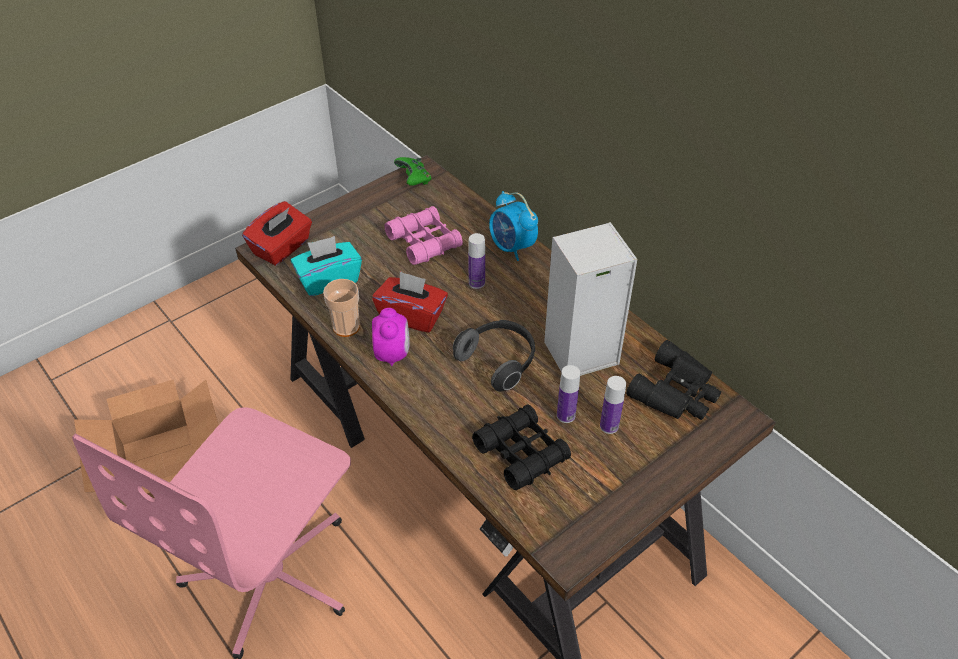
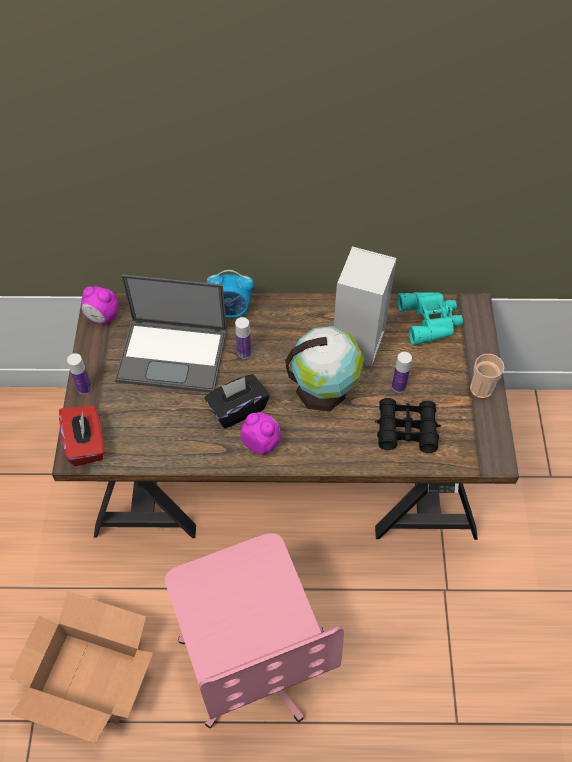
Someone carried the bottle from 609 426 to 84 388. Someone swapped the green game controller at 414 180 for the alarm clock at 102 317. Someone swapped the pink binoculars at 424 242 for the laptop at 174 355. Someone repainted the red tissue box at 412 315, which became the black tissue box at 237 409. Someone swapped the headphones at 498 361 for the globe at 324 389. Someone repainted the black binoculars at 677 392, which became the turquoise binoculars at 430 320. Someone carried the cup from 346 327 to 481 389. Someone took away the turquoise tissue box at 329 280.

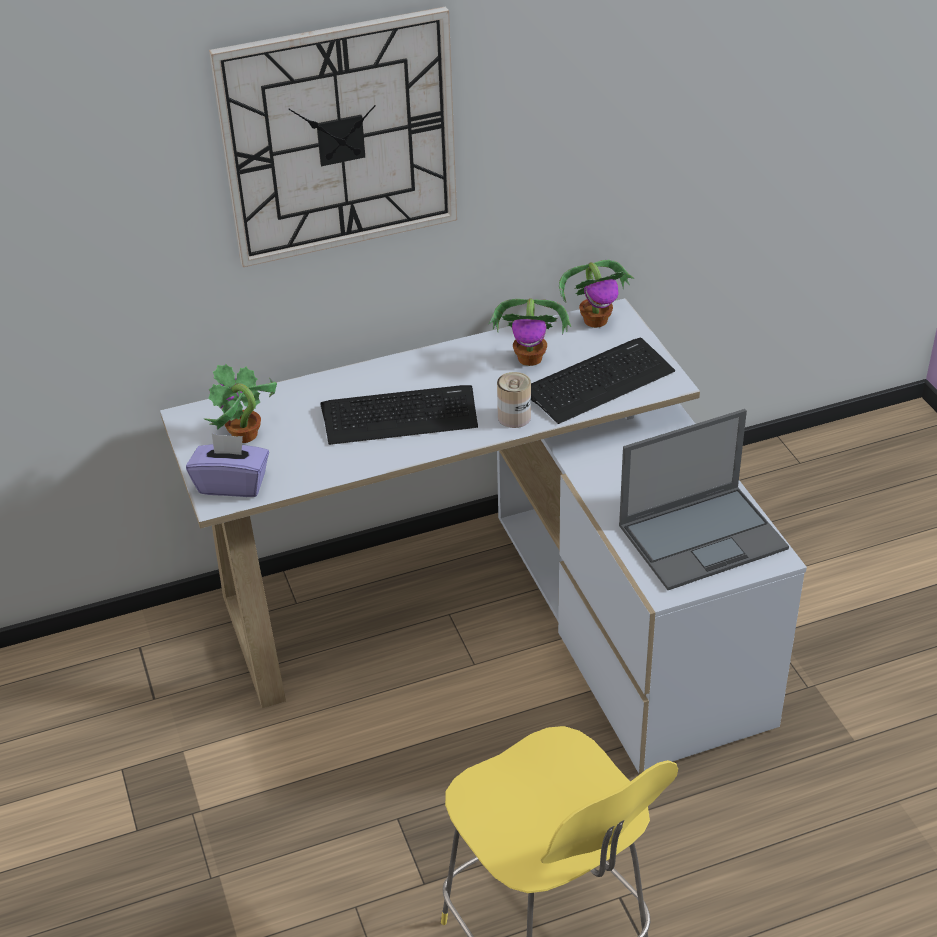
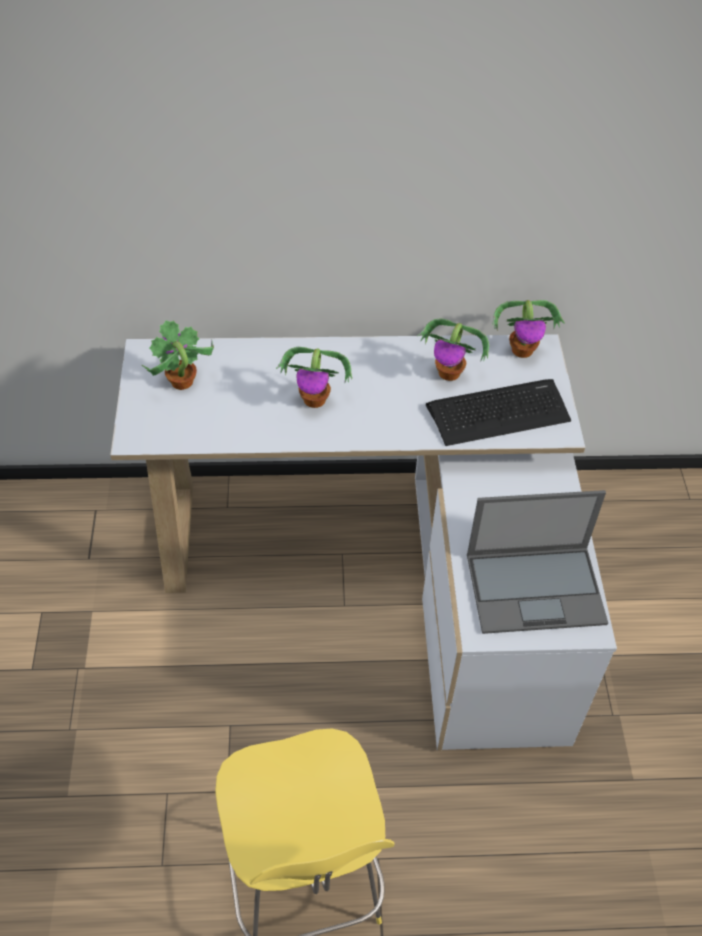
Someone swapped the keyboard at 400 416 for the potted plant at 315 399. Someone took away the purple tissue box at 232 484. Someone took away the wall clock at 339 138. Someone took away the can at 514 417.

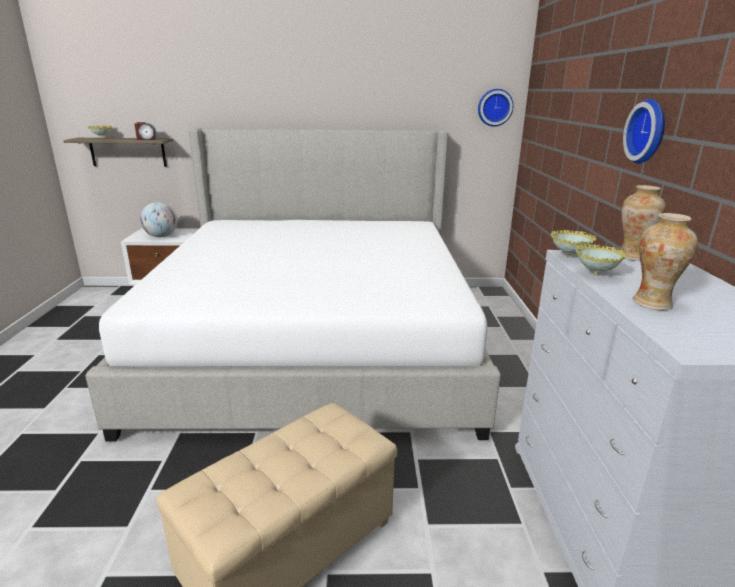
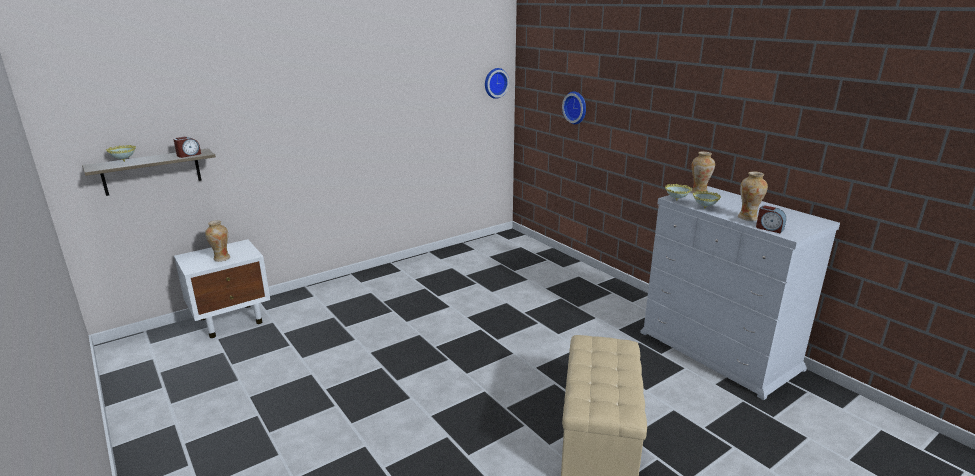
Someone swapped the globe at 161 236 for the vase at 221 258. Someone carried the wall clock from 649 131 to 576 107. Someone put down the alarm clock at 769 228. Someone took away the bed at 315 343.

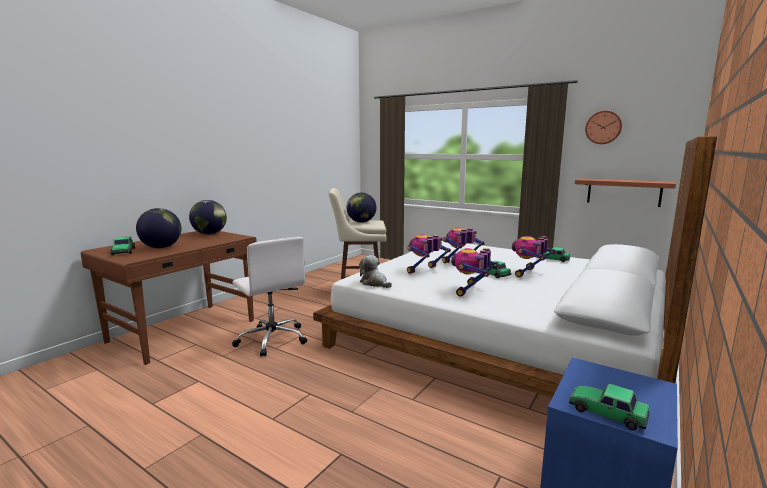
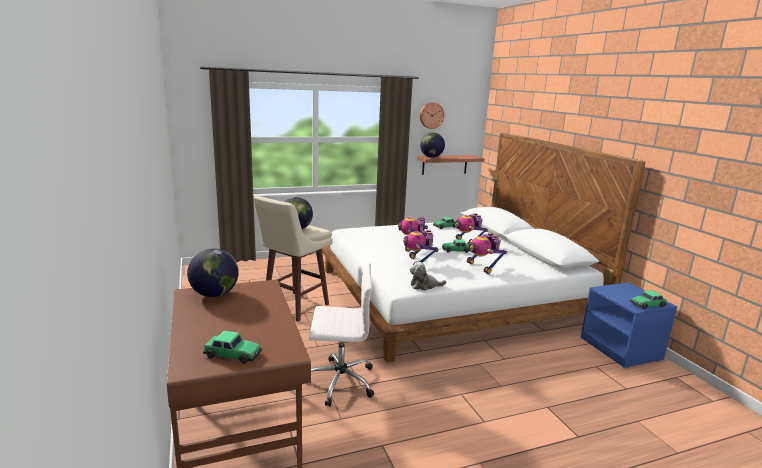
Someone carried the globe from 161 247 to 431 157.

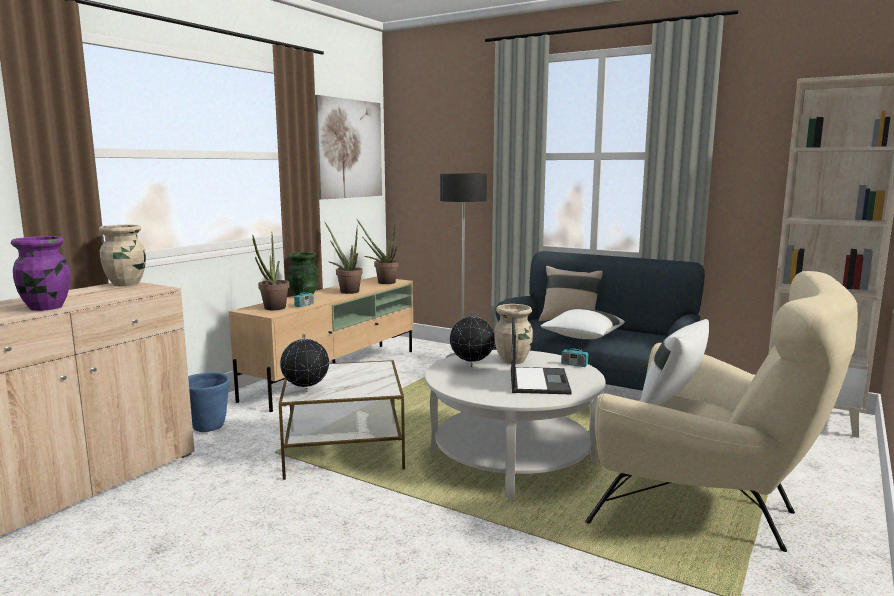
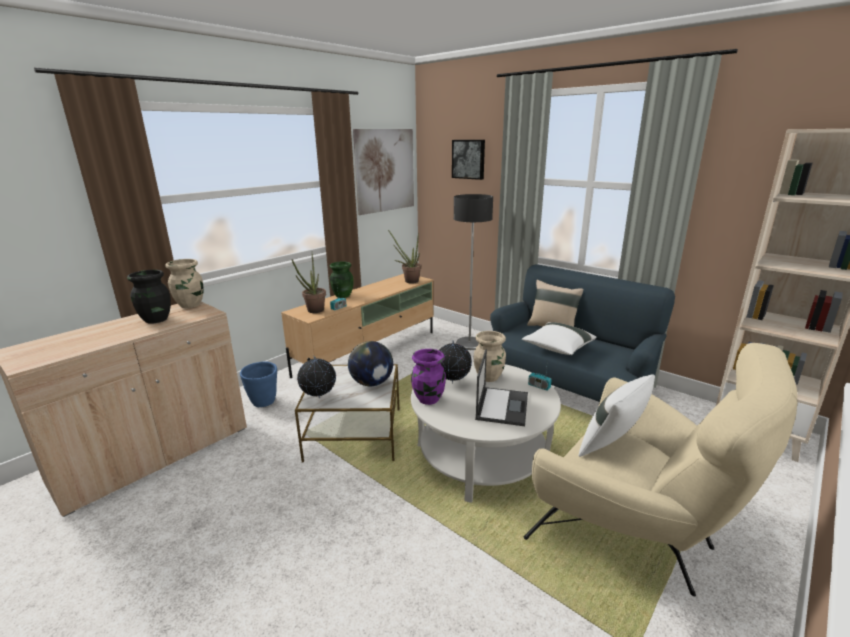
Someone put down the black vase at 155 319. Someone put down the globe at 372 383. Someone carried the purple vase from 46 307 to 428 399. Someone put up the picture at 469 159. Someone took away the potted plant at 346 291.

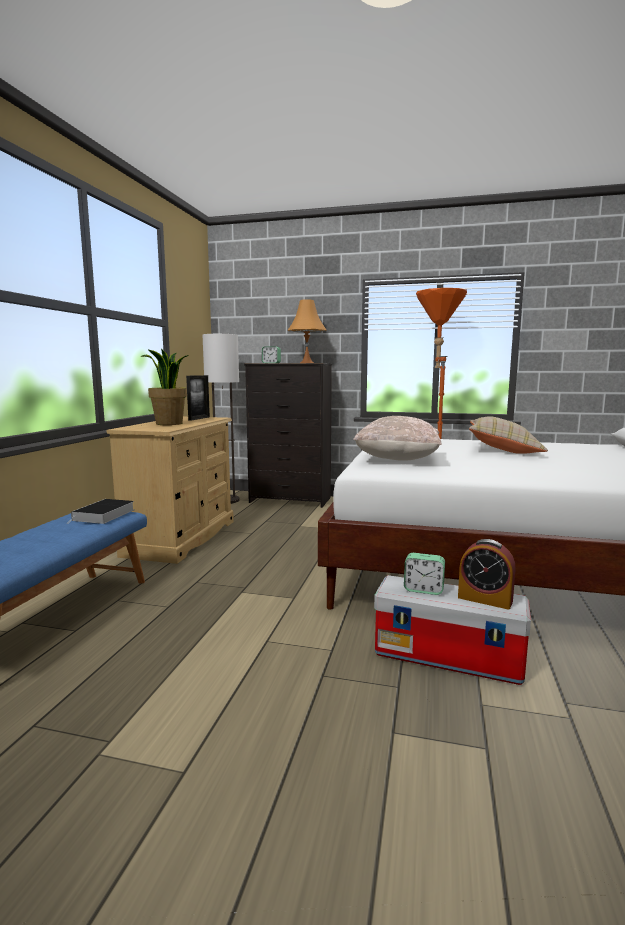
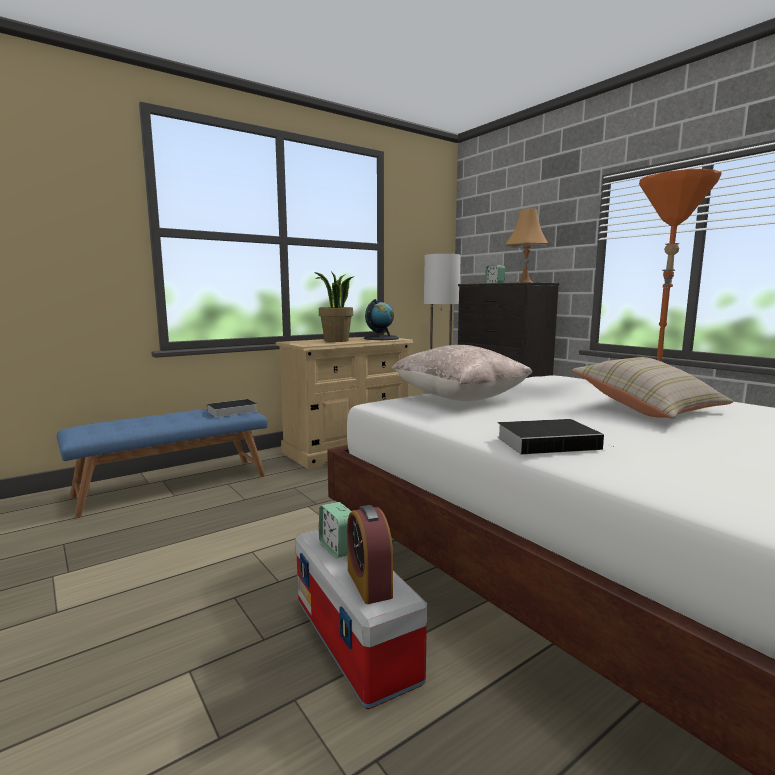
Someone swapped the picture frame at 199 418 for the globe at 381 338. Someone put down the book at 549 442.

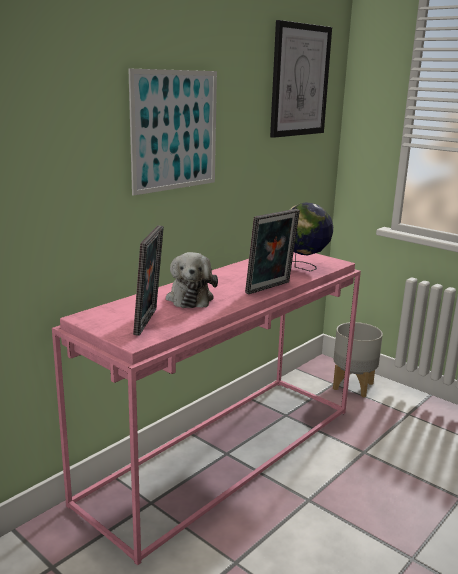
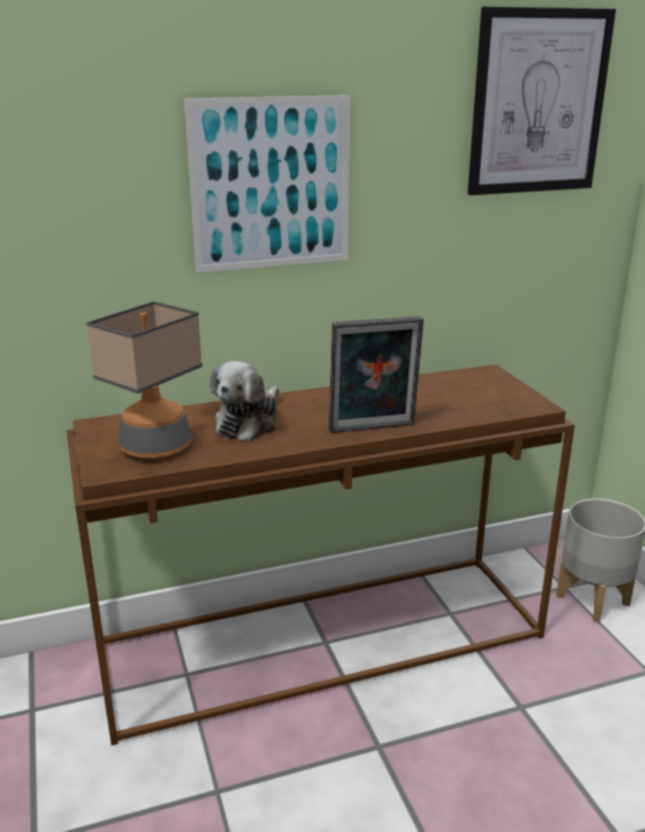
Someone repainted the pink console table at 223 451, which became the brown console table at 324 638. Someone swapped the picture frame at 149 322 for the table lamp at 156 447. Someone took away the globe at 303 267.

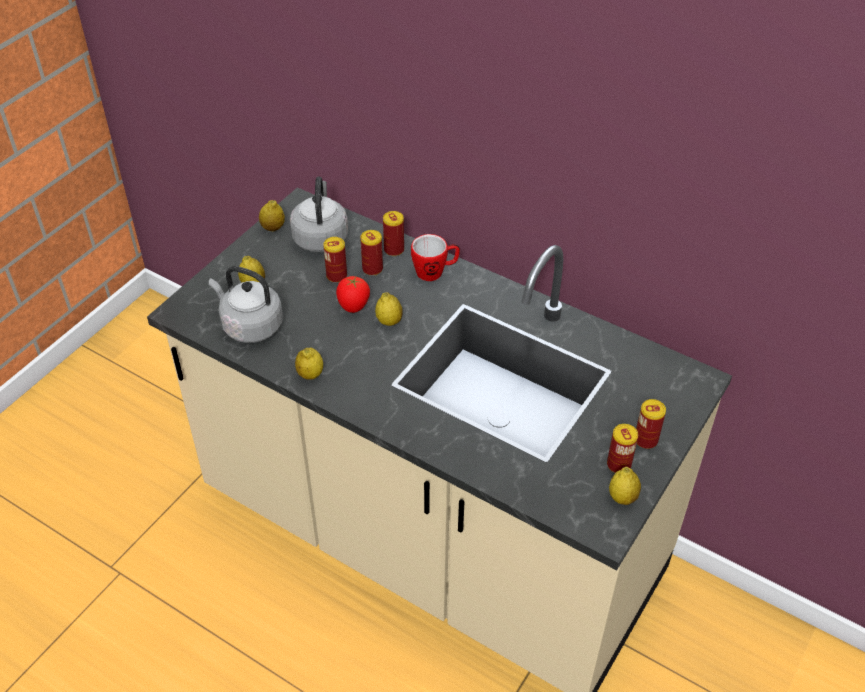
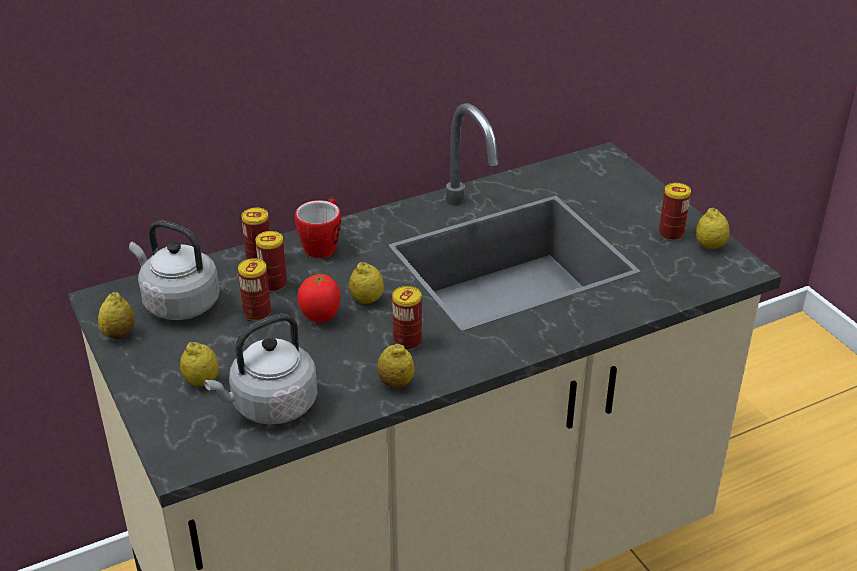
Someone carried the can from 646 440 to 407 341.

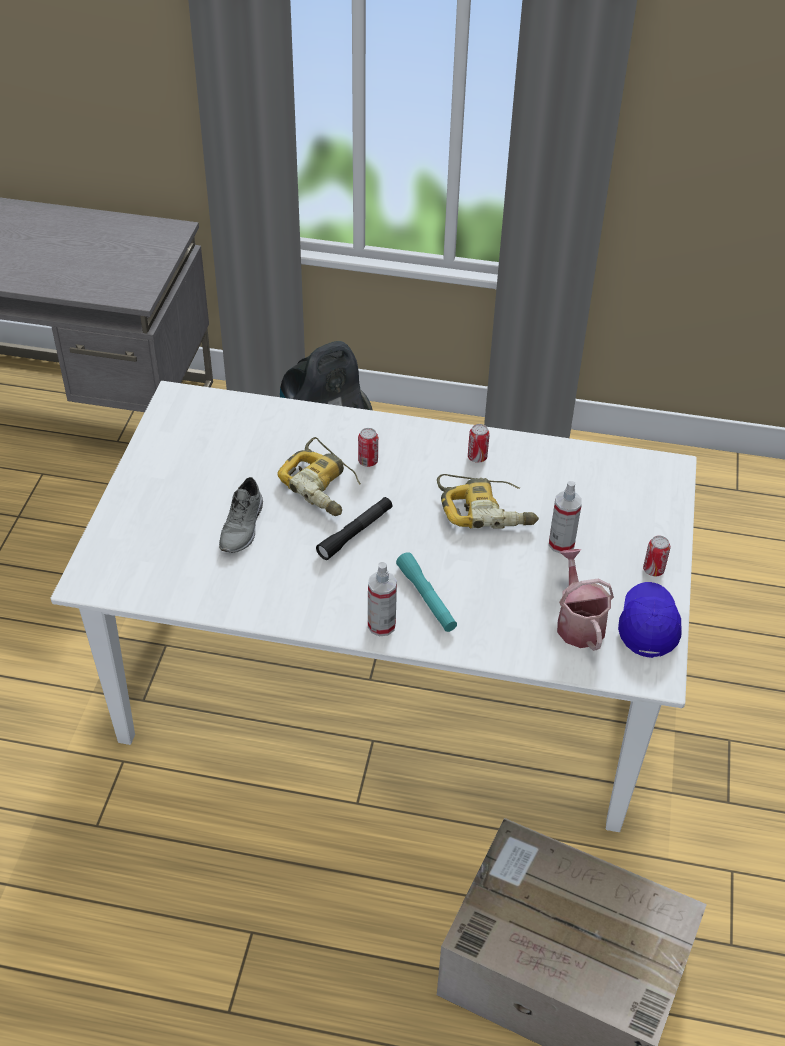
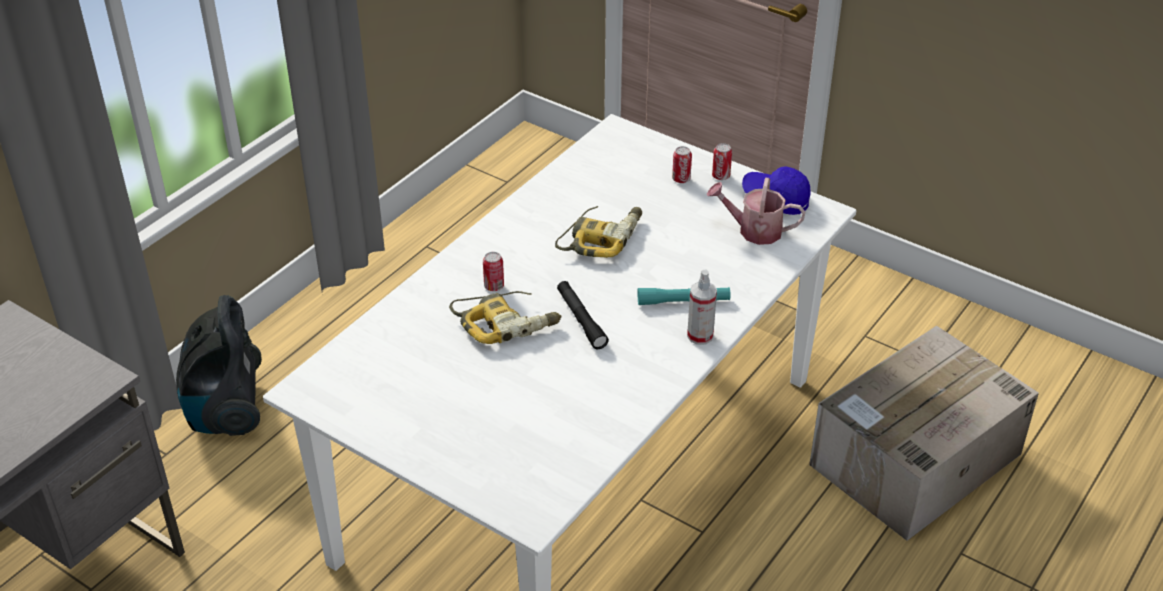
Someone carried the can from 477 457 to 681 179. Someone took away the grey shoe at 243 527. Someone took away the spray bottle at 561 544.

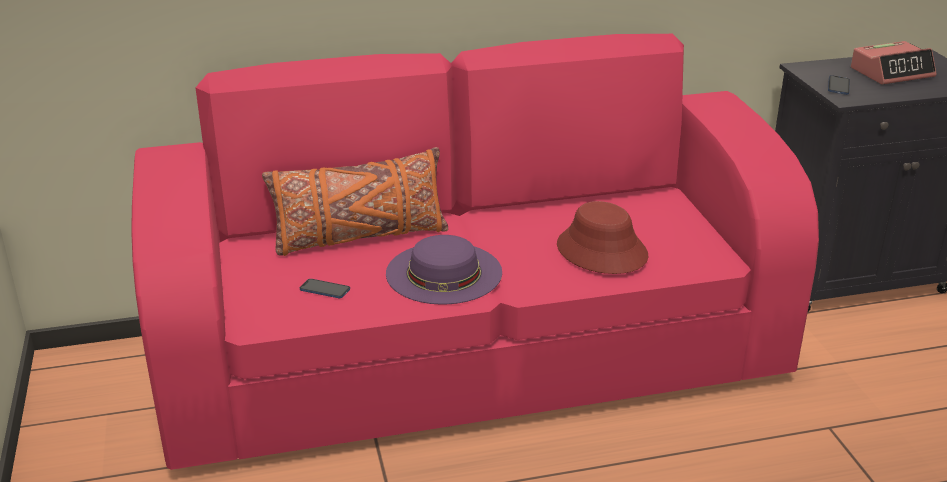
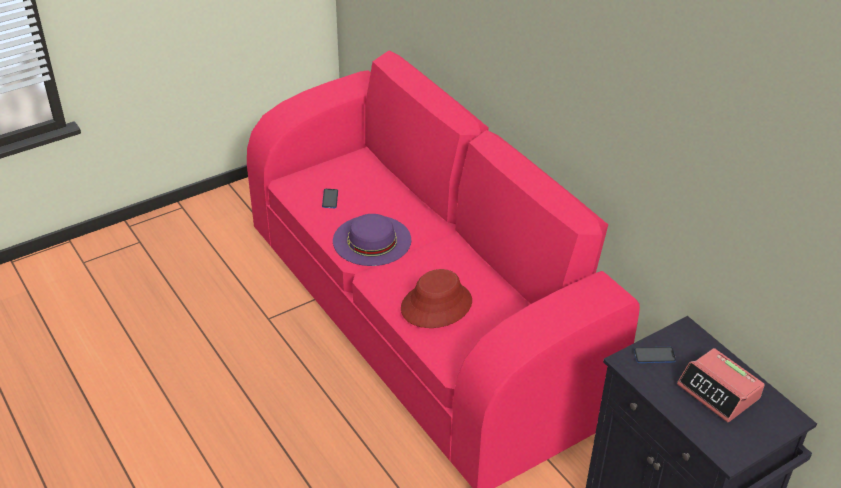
Someone took away the orange pillow at 360 237.

